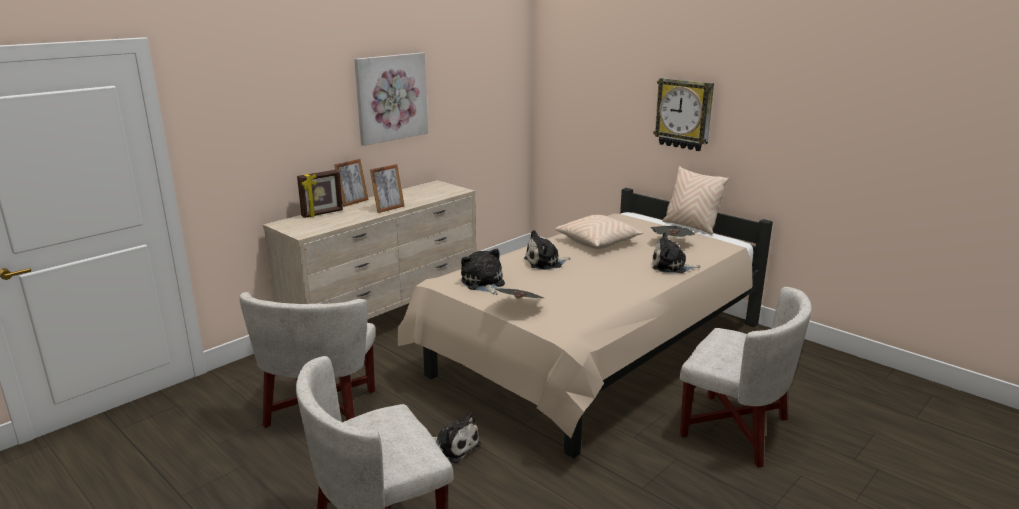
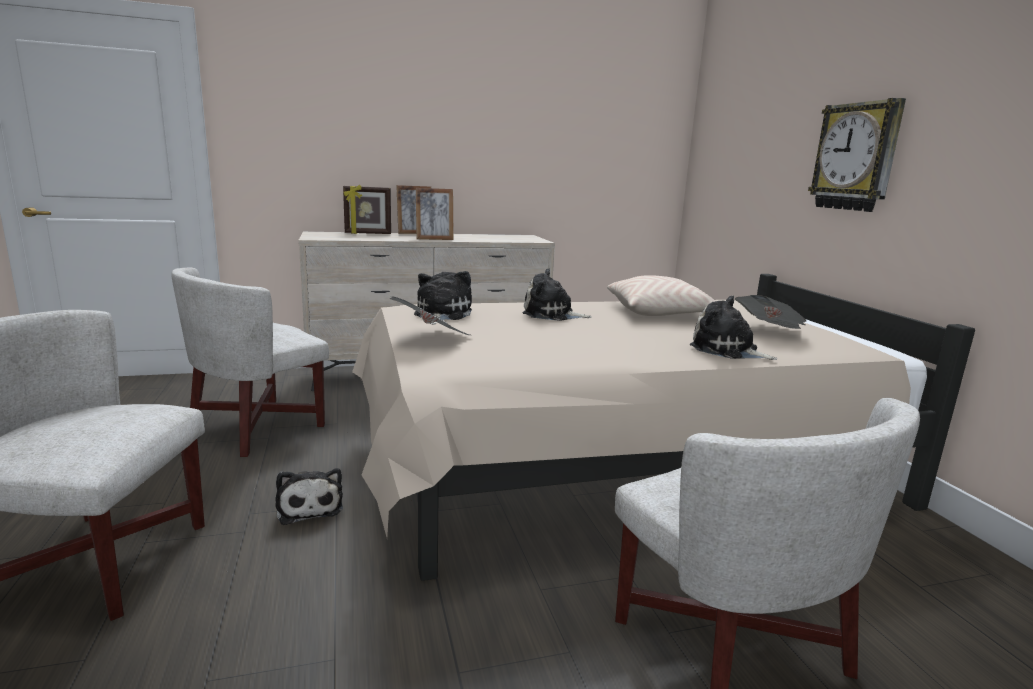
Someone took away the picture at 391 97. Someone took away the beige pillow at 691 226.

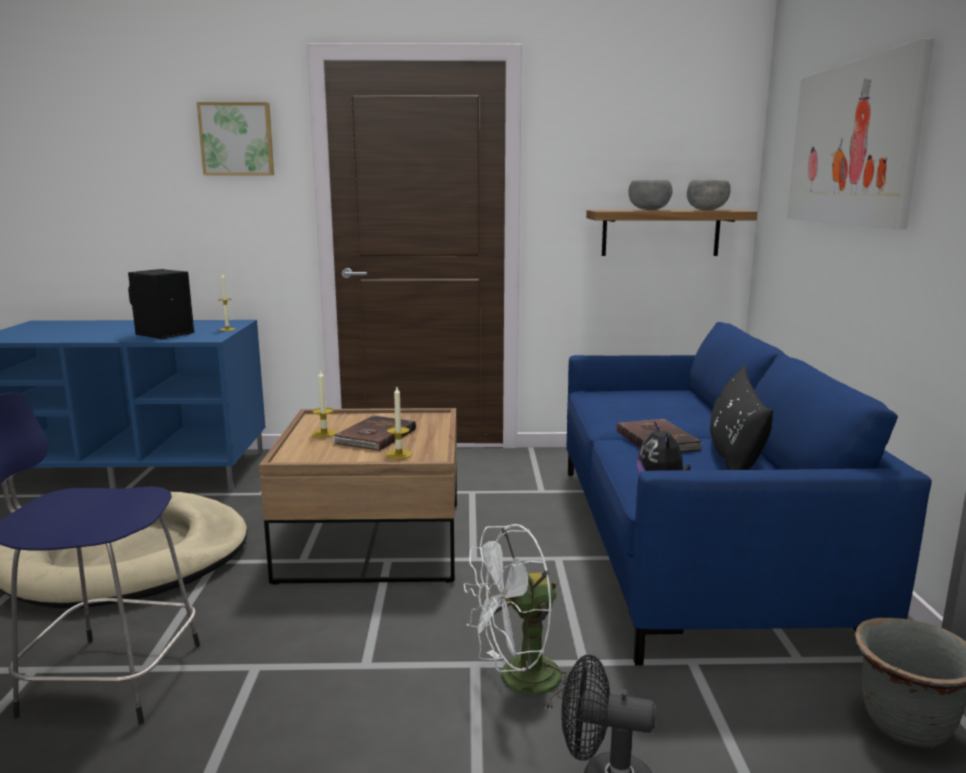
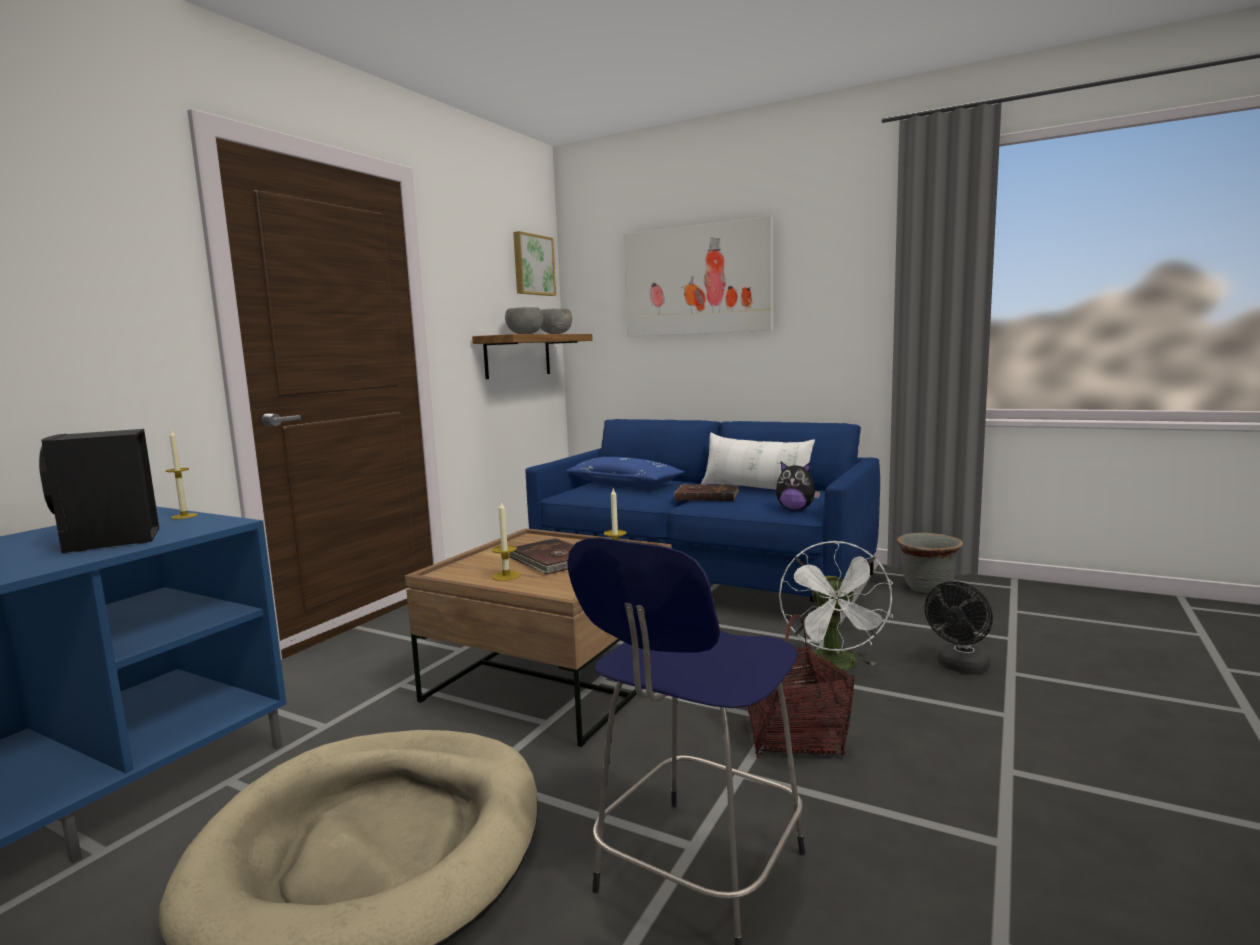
Someone carried the picture from 237 139 to 532 265. Someone put down the blue pillow at 624 484. Someone repainted the black pillow at 733 455, which became the white pillow at 754 489. Someone put down the basket at 793 735.

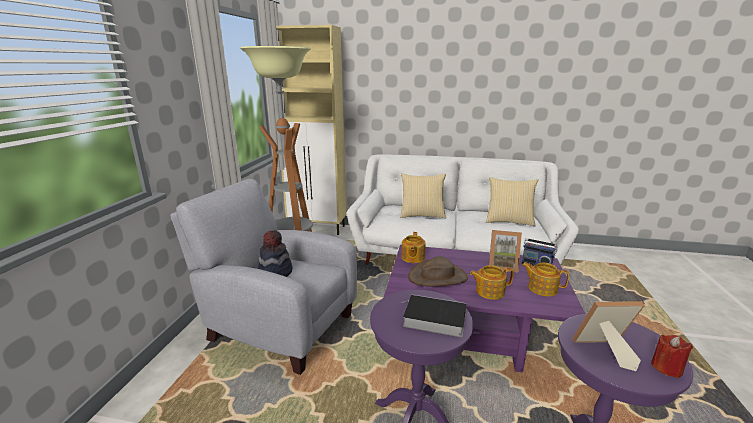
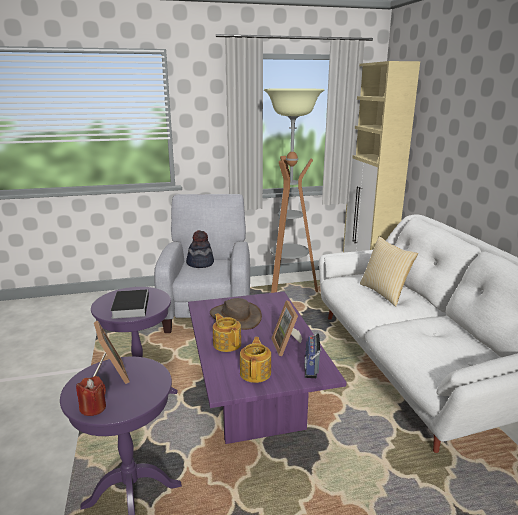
Someone took away the teapot at 412 258. Someone took away the pillow at 509 221.

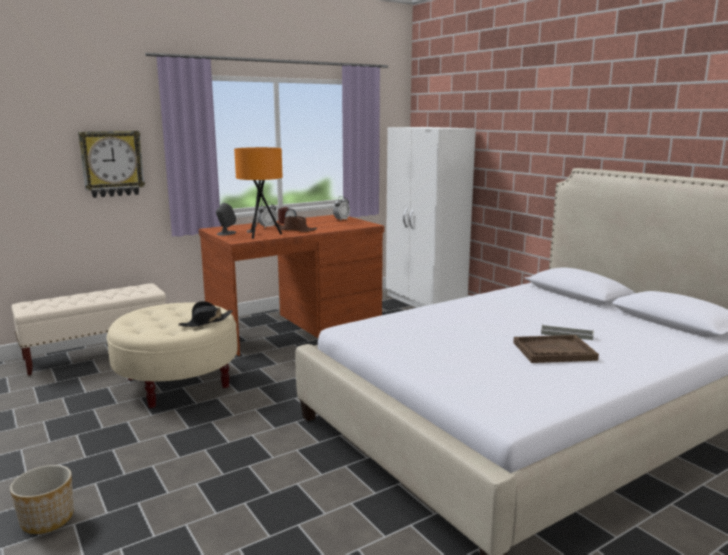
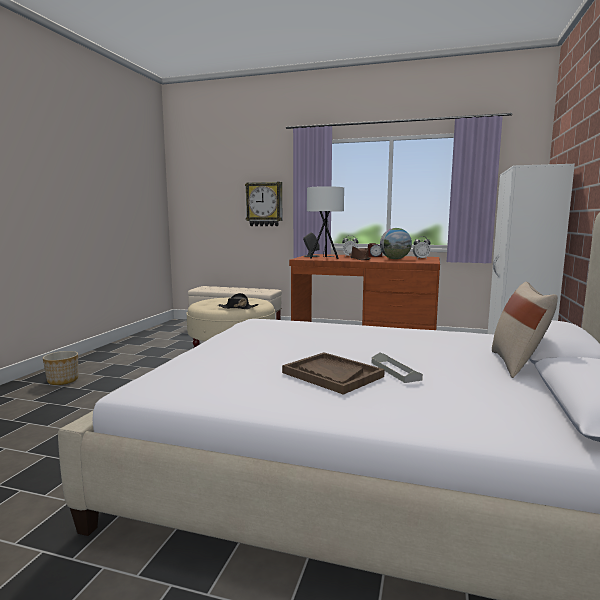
Someone repainted the orange table lamp at 261 235, which became the white table lamp at 325 258. Someone put down the globe at 395 259. Someone put down the beige pillow at 518 364.

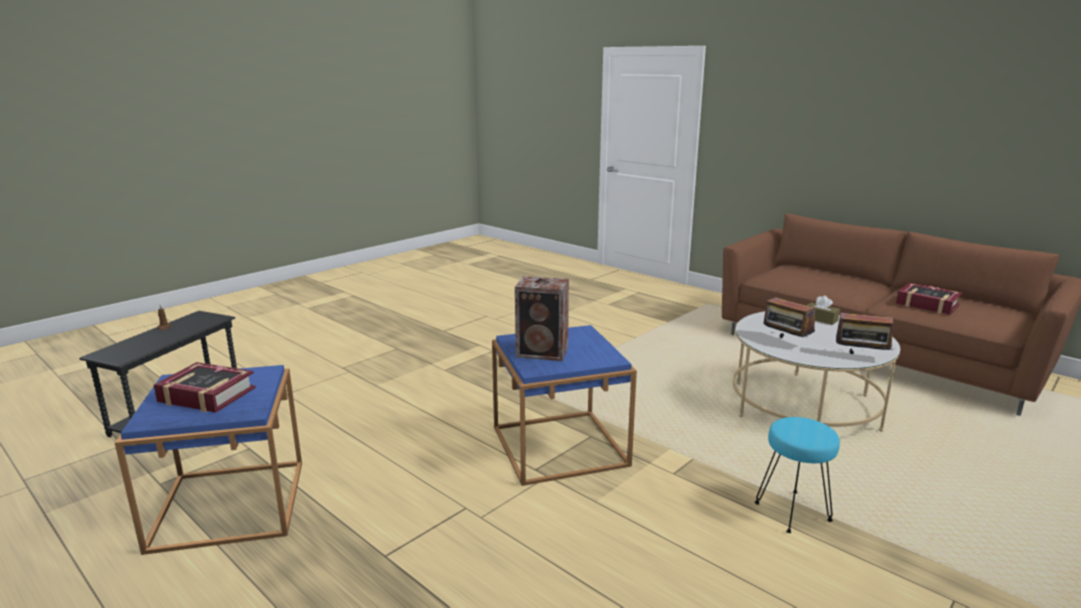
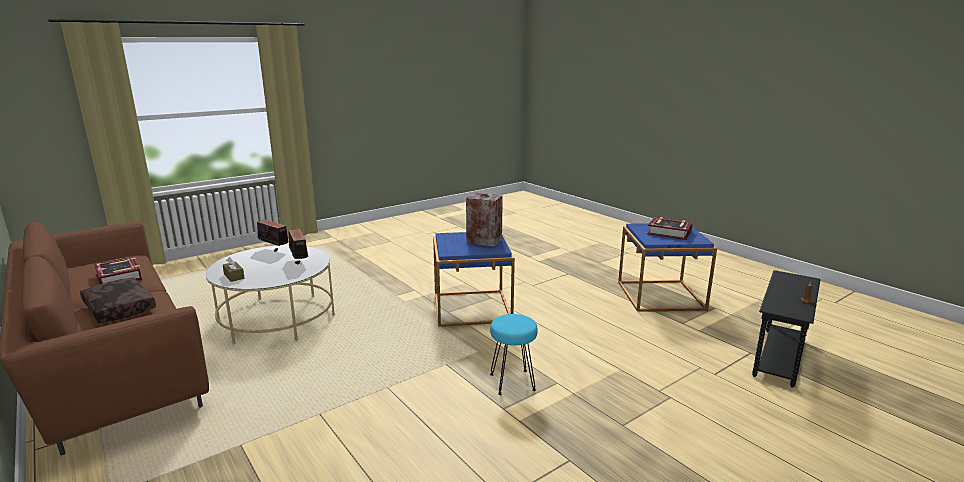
Someone put down the brown pillow at 118 308. Someone carried the turquoise stool from 792 512 to 512 382.

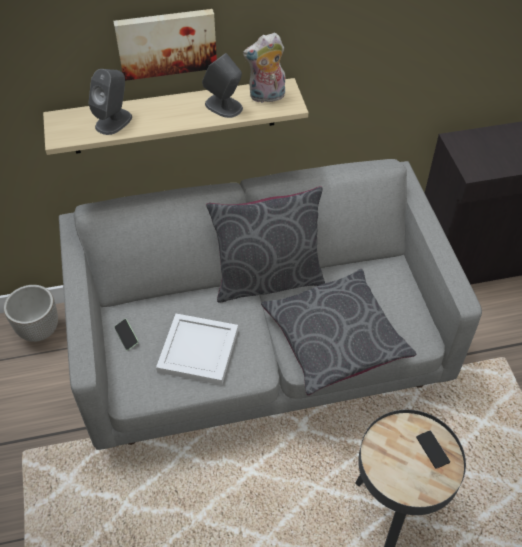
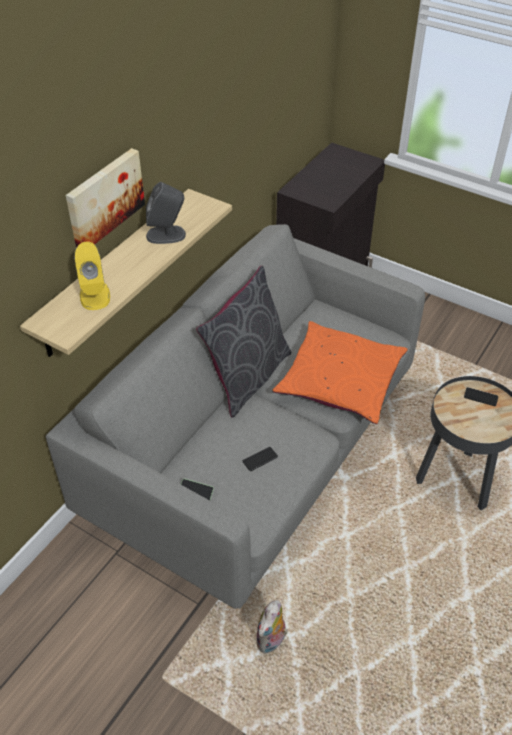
Someone repainted the grey speaker at 114 121, which became the yellow speaker at 95 295. Someone swapped the white tray at 197 349 for the phone at 260 459. Someone carried the plush toy from 266 97 to 272 641. Someone repainted the grey pillow at 335 338, which became the orange pillow at 340 381. Someone took away the planter at 40 330.

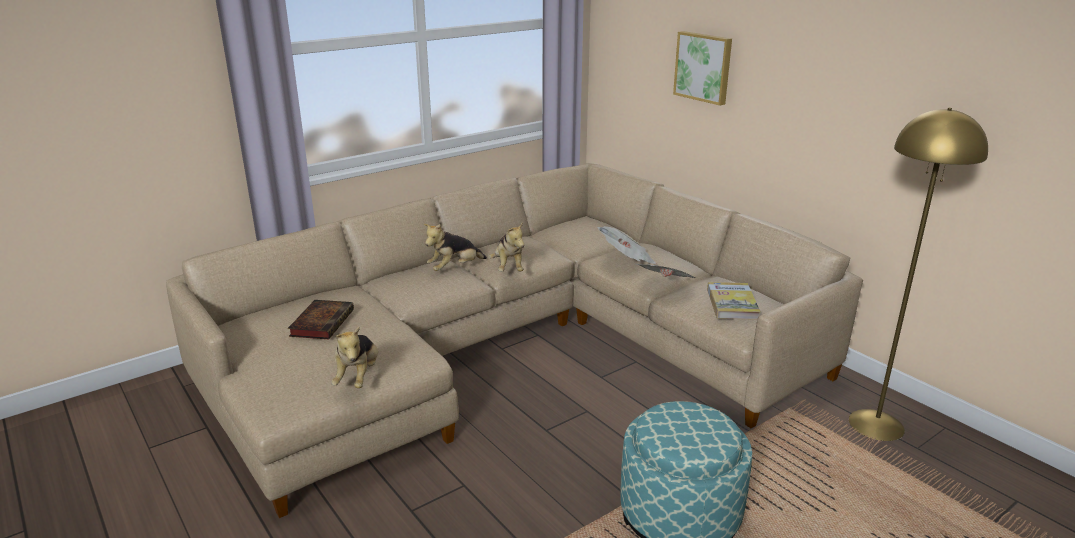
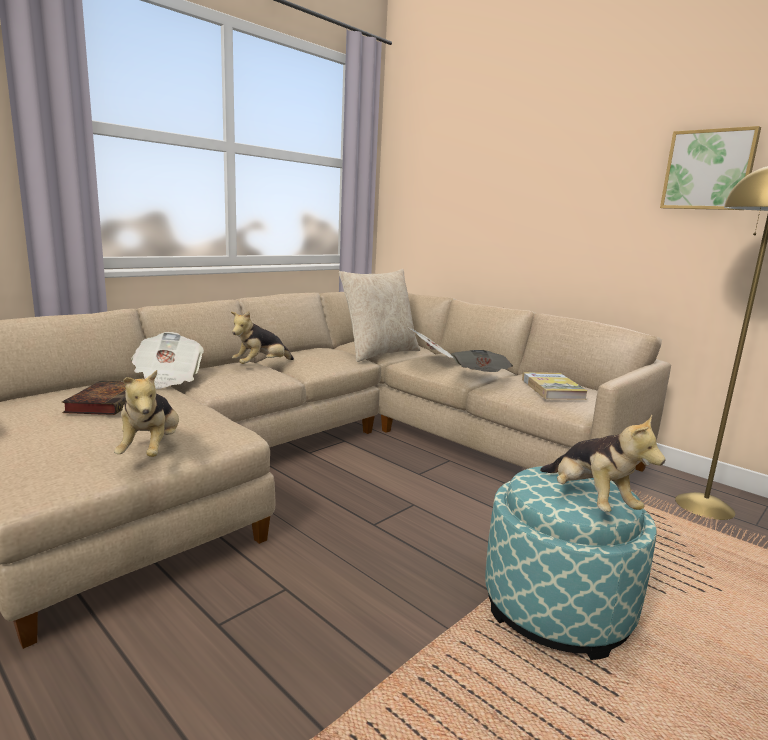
Someone put down the newspaper at 167 378. Someone put down the beige pillow at 379 353. Someone carried the plush toy from 508 268 to 589 501. Someone carried the picture from 704 67 to 709 170.

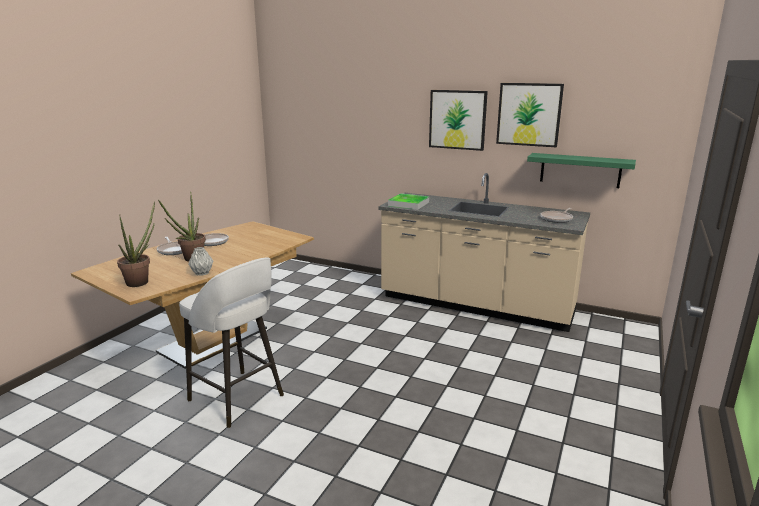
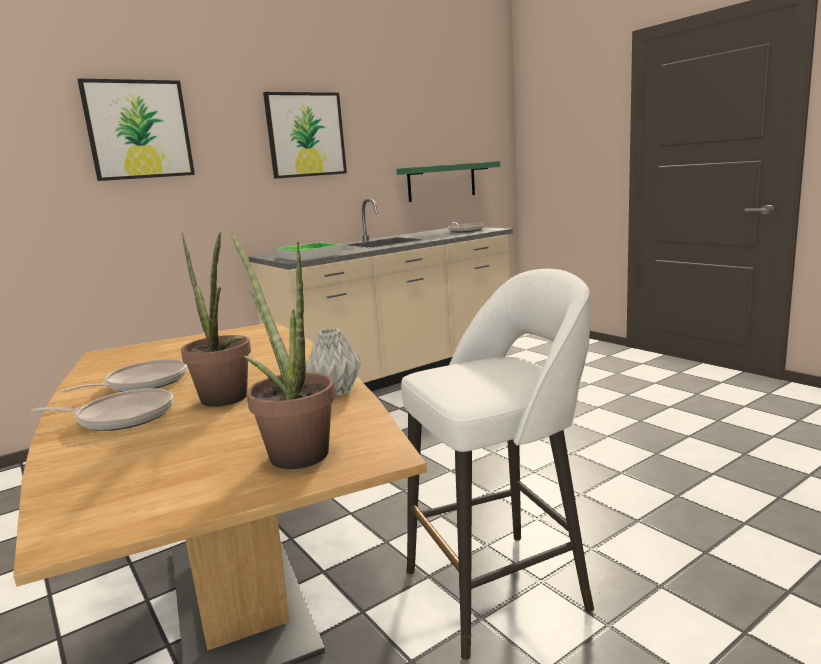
Someone carried the picture from 529 114 to 138 130.

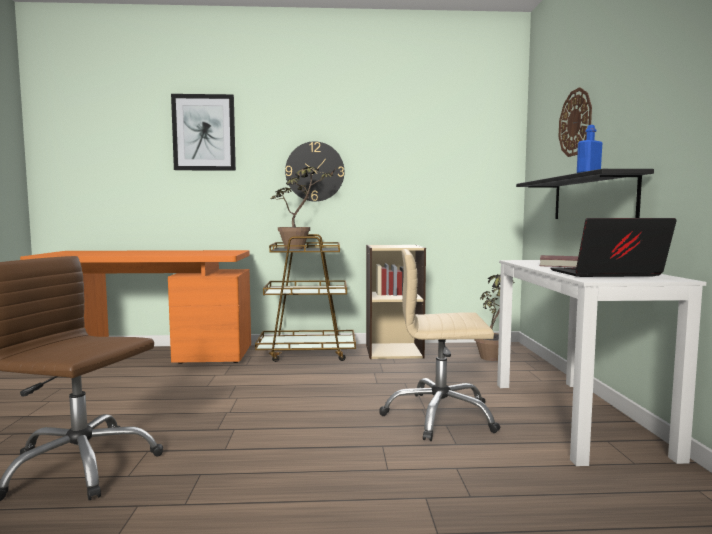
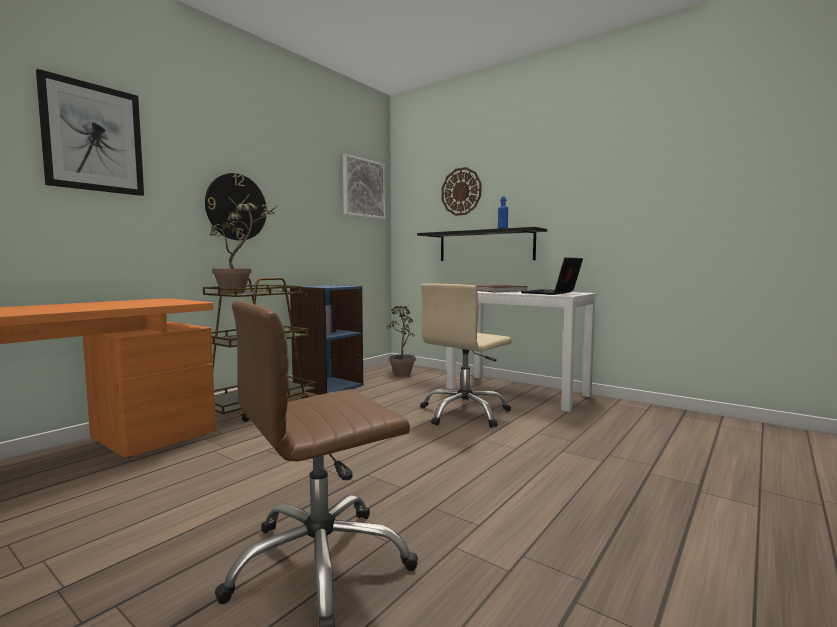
Someone repainted the beige bookcase at 393 351, which became the blue bookcase at 328 386. Someone put up the picture at 363 188.

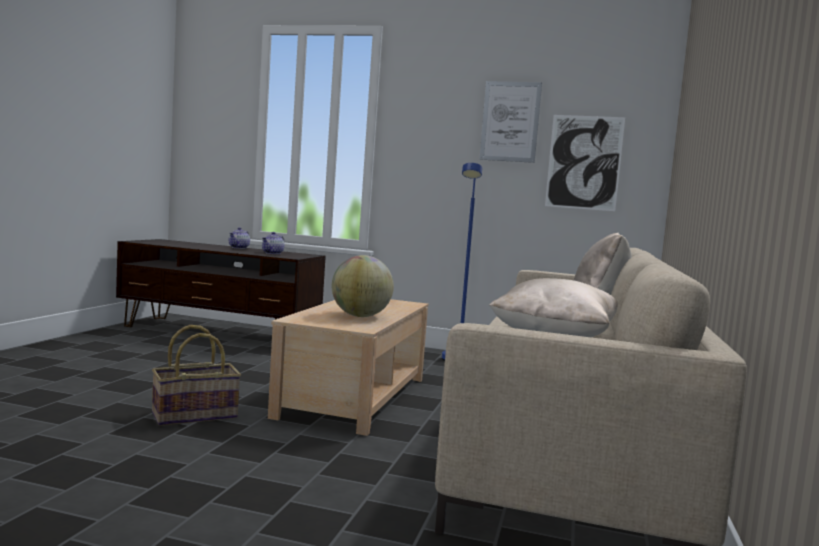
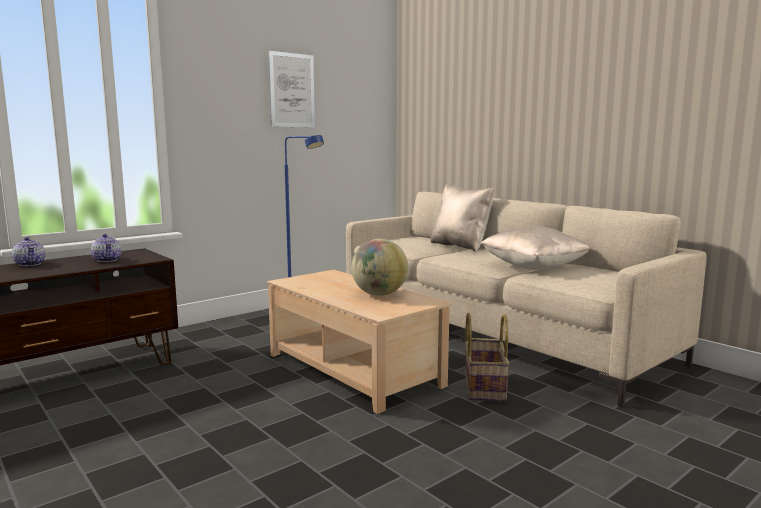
Someone carried the basket from 195 415 to 483 386. Someone took away the picture at 584 162.

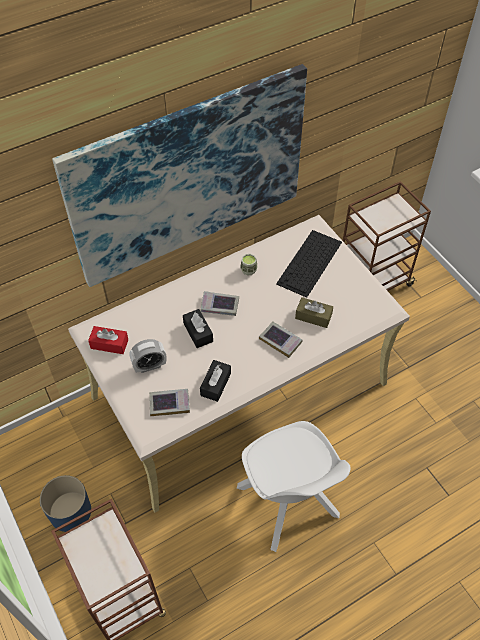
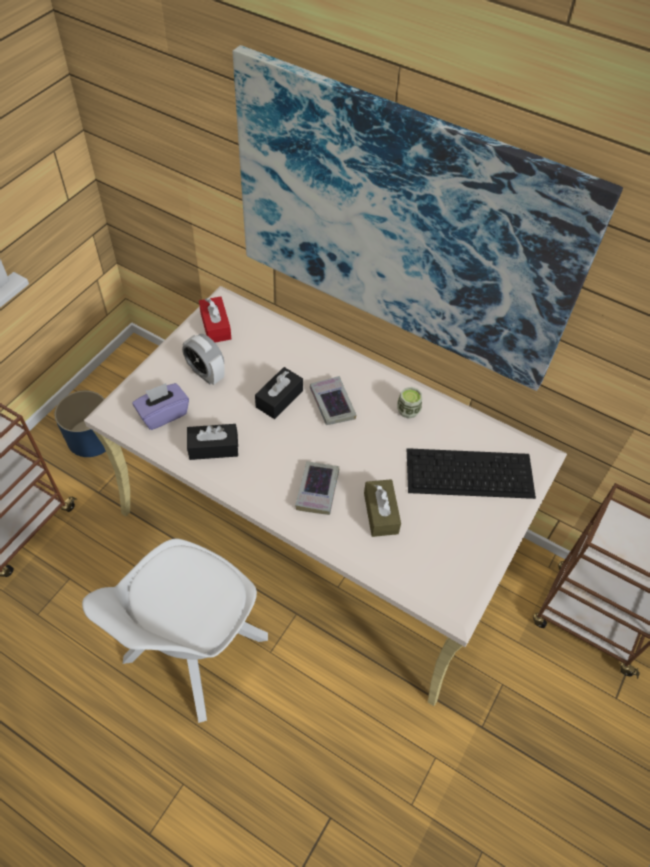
Someone swapped the book at 169 404 for the purple tissue box at 163 414.

